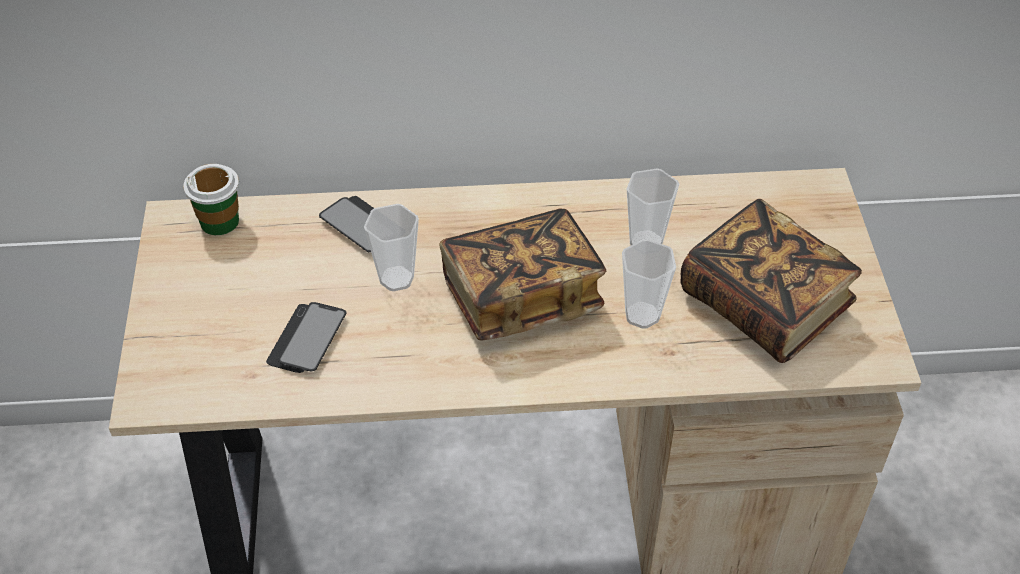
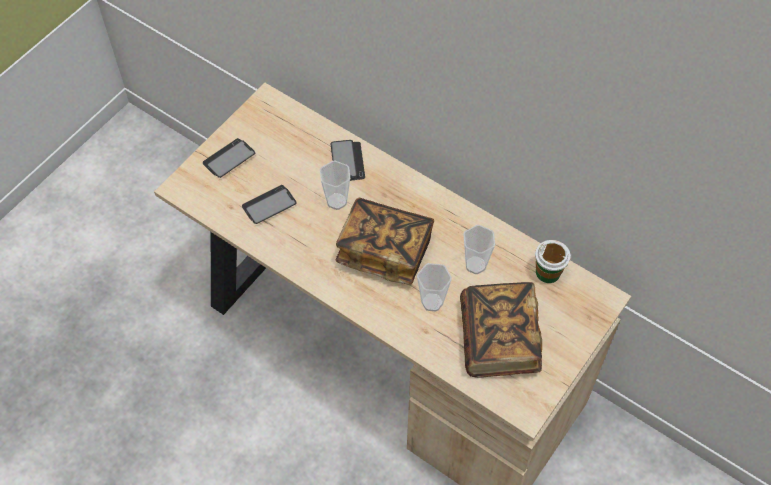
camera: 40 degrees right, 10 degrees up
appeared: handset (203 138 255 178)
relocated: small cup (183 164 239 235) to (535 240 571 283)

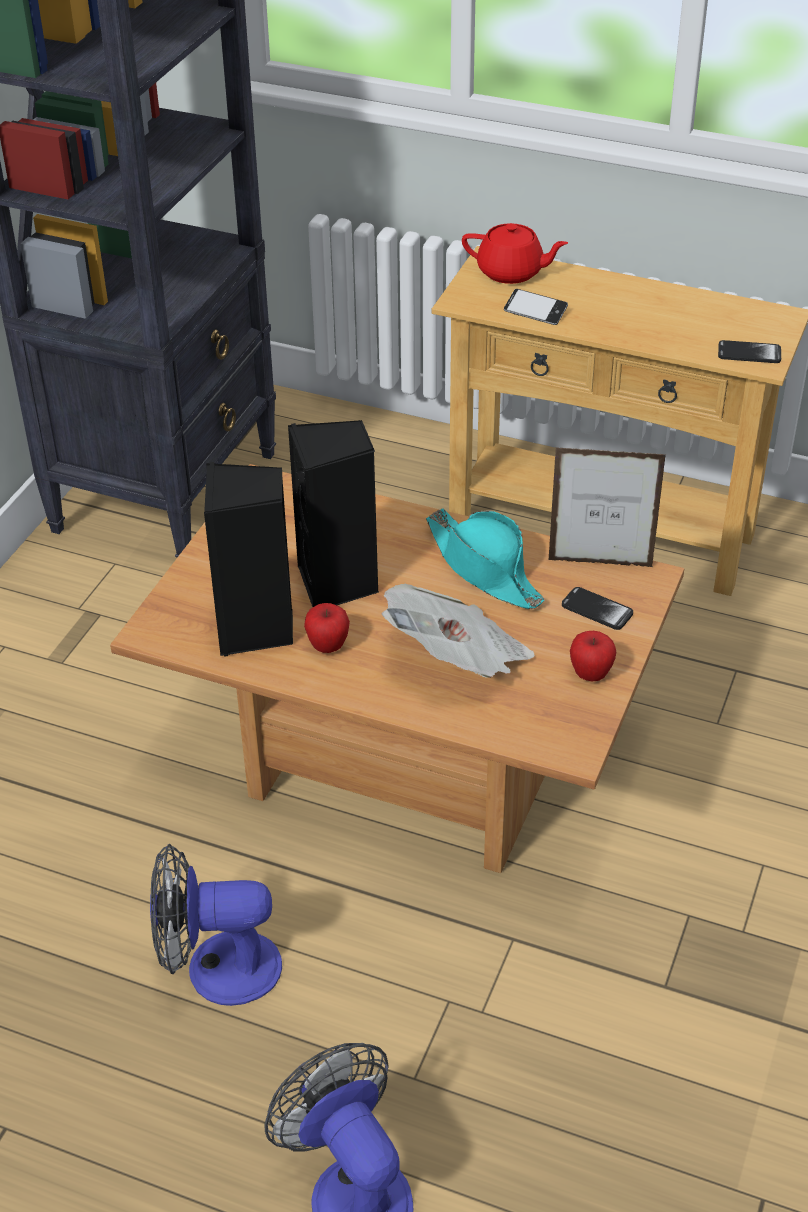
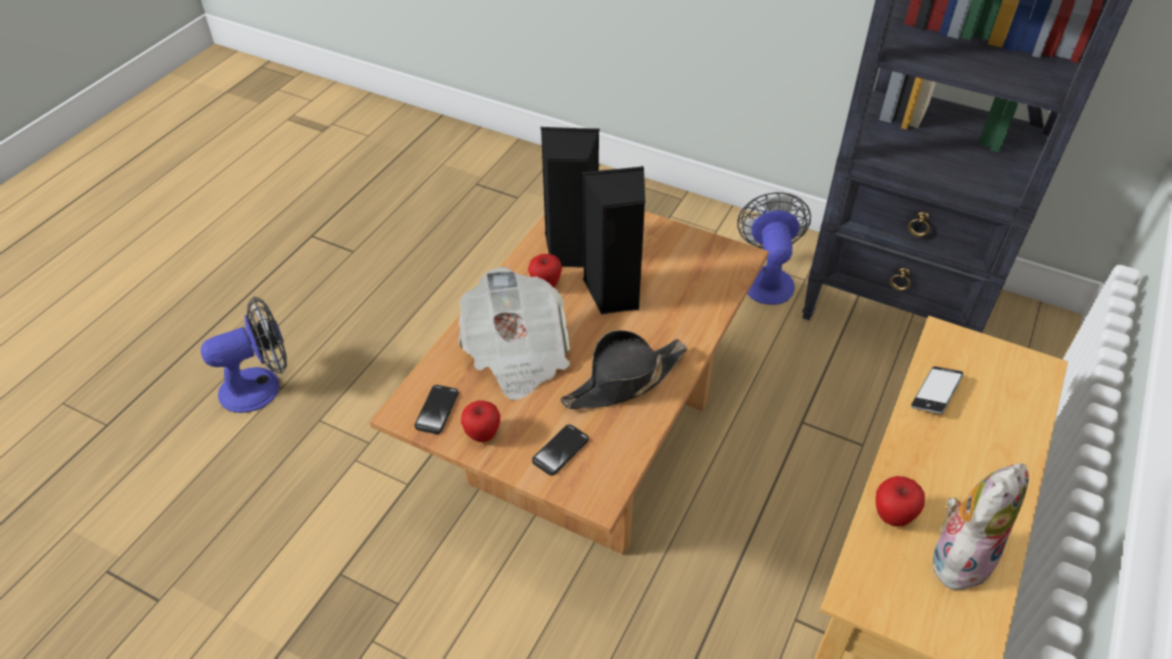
camera: 95 degrees right, 5 degrees up
missing: pot for tea in reddish (462 223 568 284); picture frame (549 447 666 567)
appeared: plush toy (931 463 1029 591); whole apple (876 476 925 527)
relocated: handset (718 340 781 363) to (415 385 459 434); electric fan (150 844 282 1006) to (737 192 811 305)
colour: clothing hat in turquoise (426 508 545 609) to clothing hat in blackish (561 330 687 409)

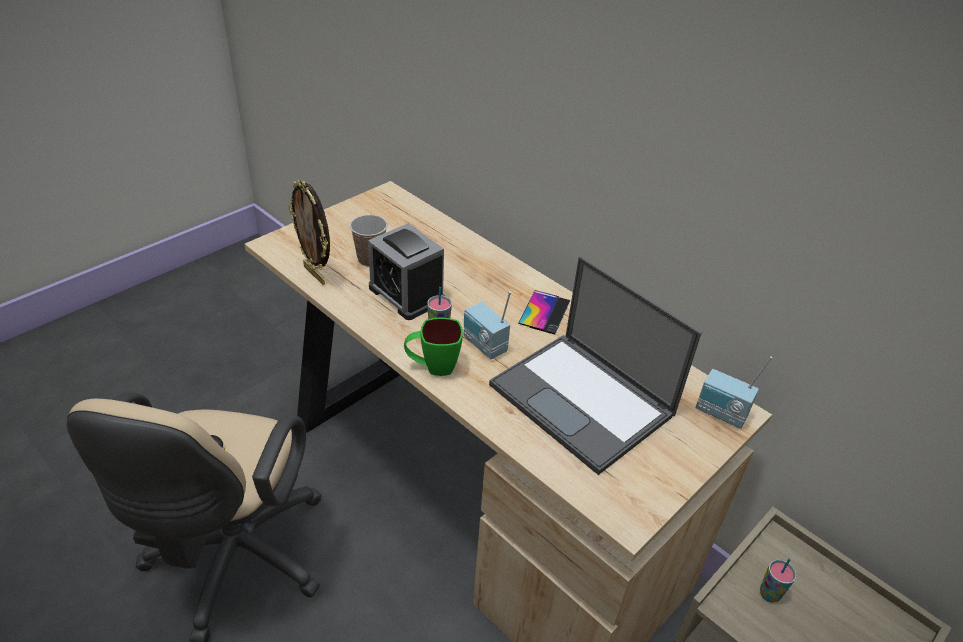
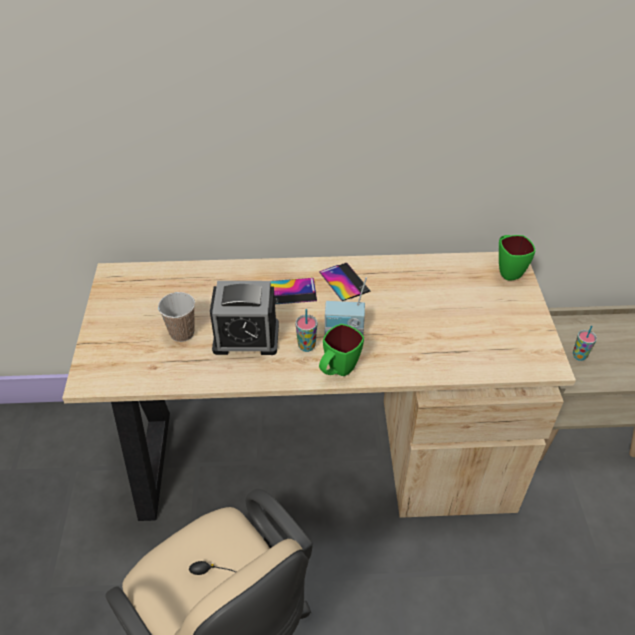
camera: 45 degrees left, 5 degrees up
missing: picture frame (289 179 330 285); notebook computer (489 256 701 475)
appeared: handset (271 278 317 304)
exchanged: radio (696 356 772 429) to tea mug in green-coloured (499 235 535 280)

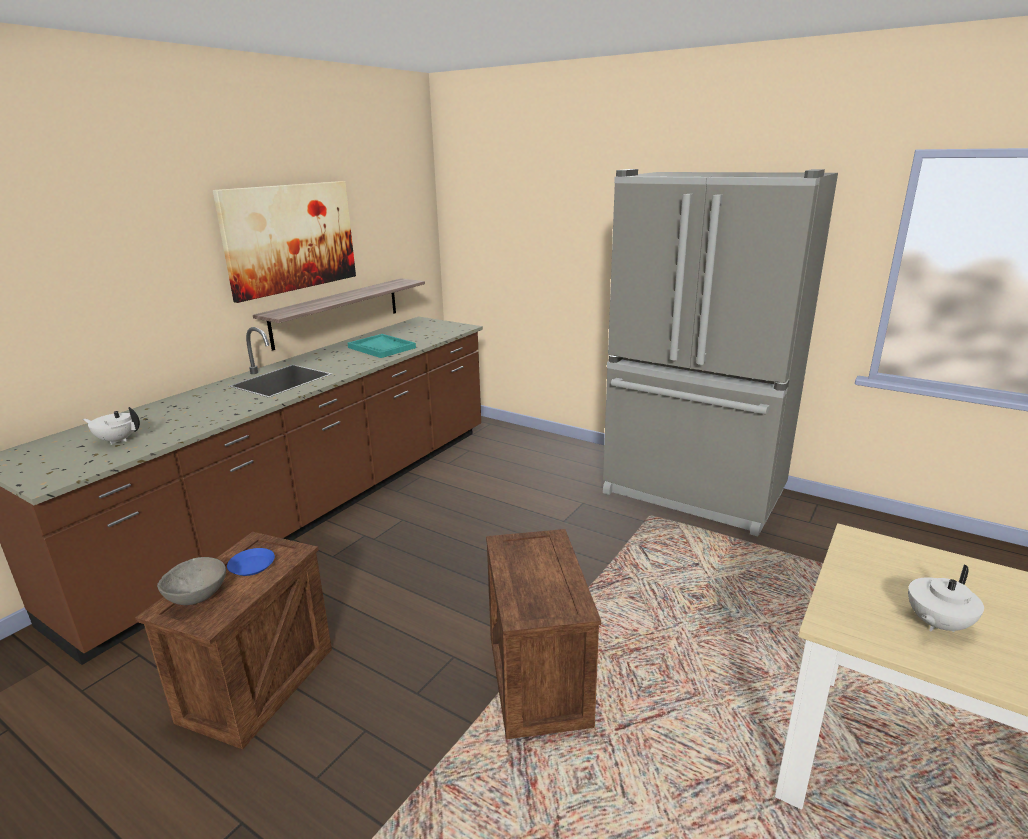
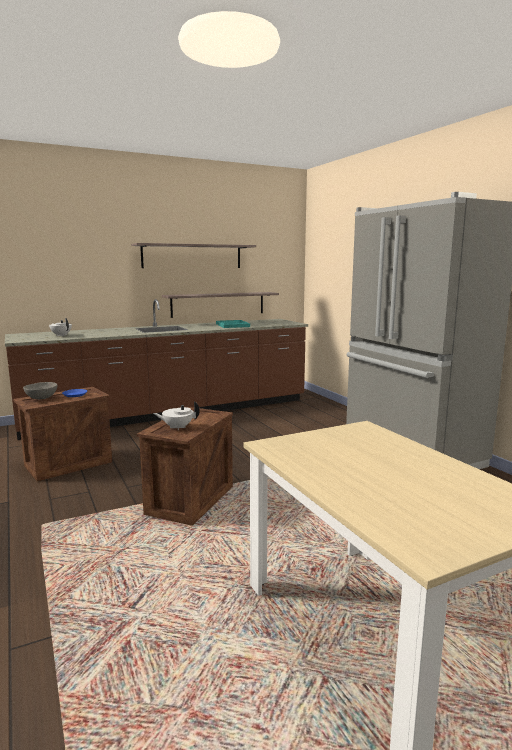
camera: 30 degrees right, 10 degrees down
relocated: pot for tea in white-coloured (908 565 984 632) to (153 401 200 430)
exchanged: picture (213 181 356 303) to shelf (131 243 256 268)

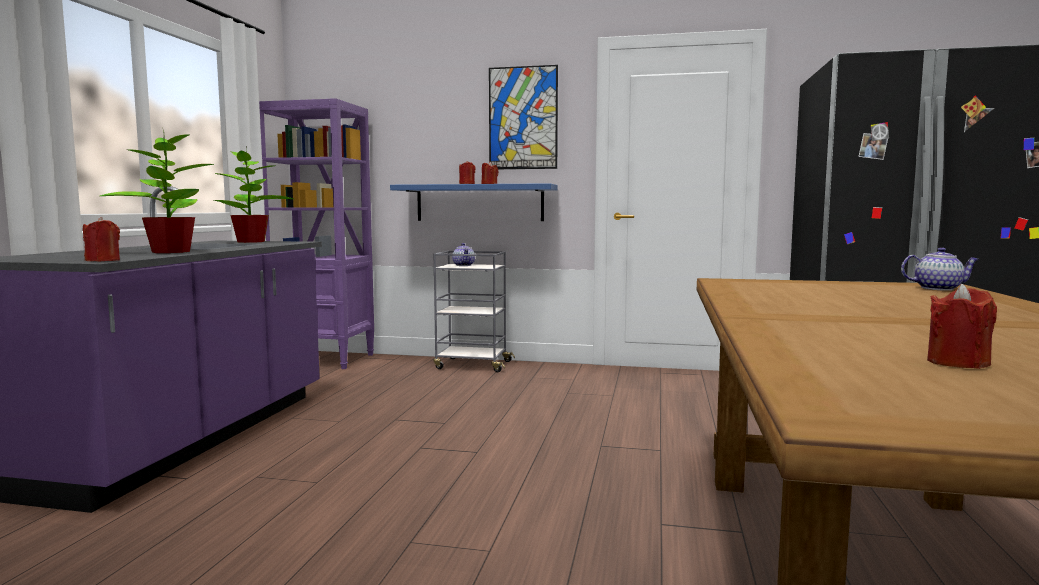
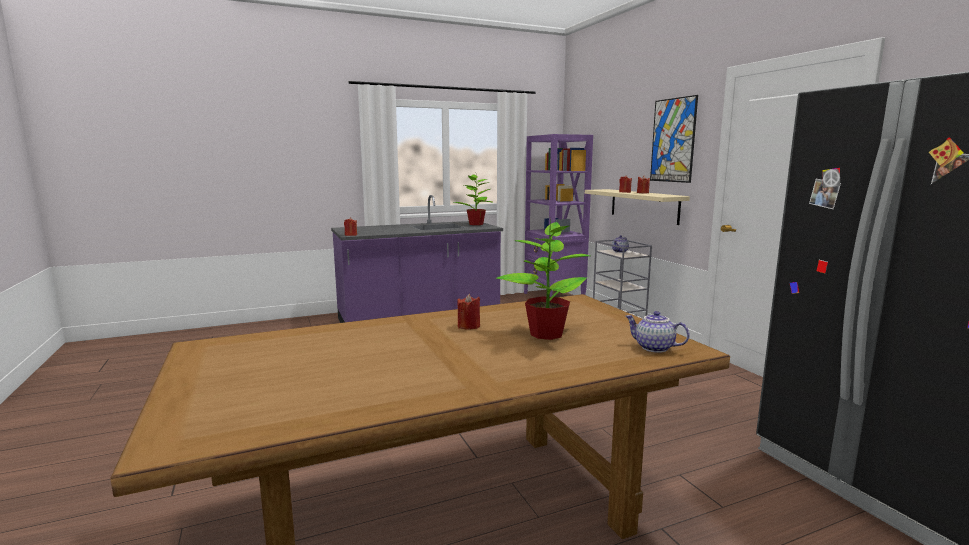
camera: 55 degrees right, 5 degrees up
relocated: potted plant (100 130 214 253) to (496 220 590 340); wax candle in reddish (927 284 997 369) to (457 294 480 330)
colour: shelf in blue-coloured (390 183 558 221) to shelf in beige (585 189 690 225)
spun: pot for tea (901 247 979 291) = (626 311 690 352) 150 degrees clockwise

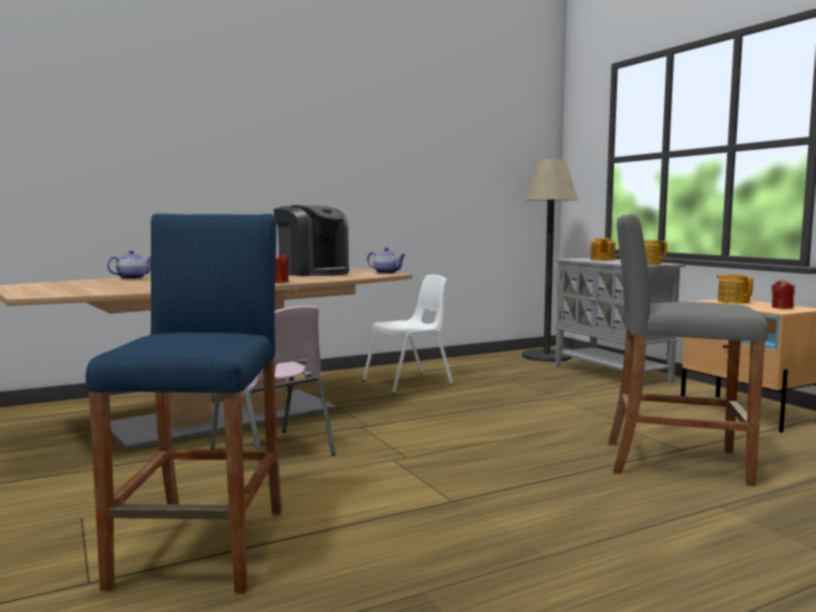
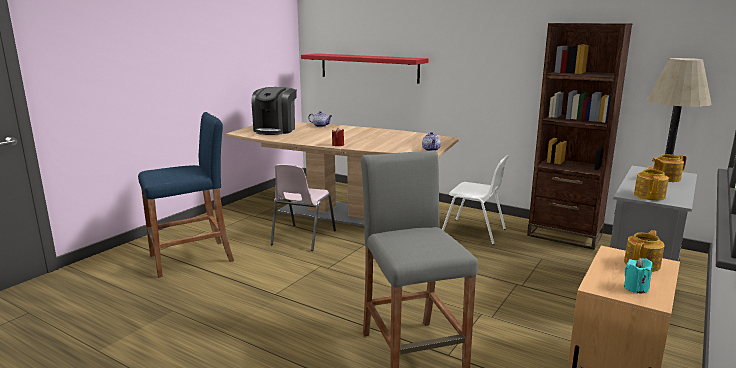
camera: 60 degrees right, 10 degrees up
appeared: bookcase in brown (527 23 633 250); shelf in reddish (301 53 429 83)
relocated: coffee maker (274 205 349 276) to (252 87 297 135)
colour: wax candle in reddish (772 280 795 309) to wax candle in turquoise (624 258 653 294)

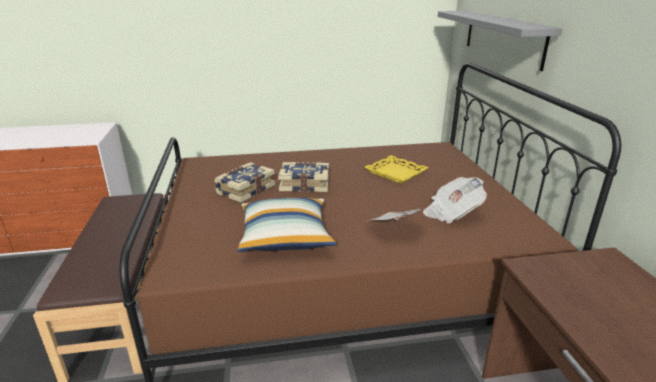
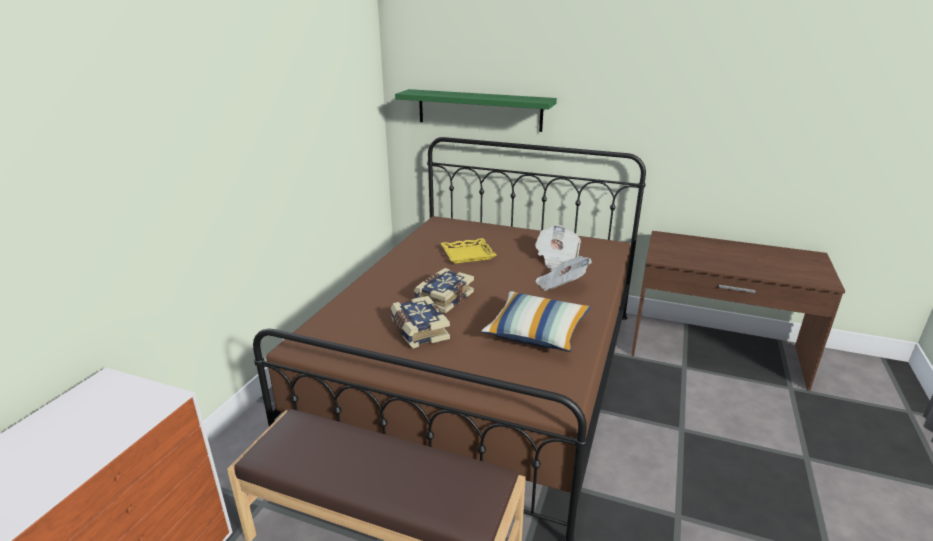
camera: 60 degrees left, 0 degrees up
colour: shelf in grey (438 11 562 71) to shelf in green-coloured (395 89 557 132)

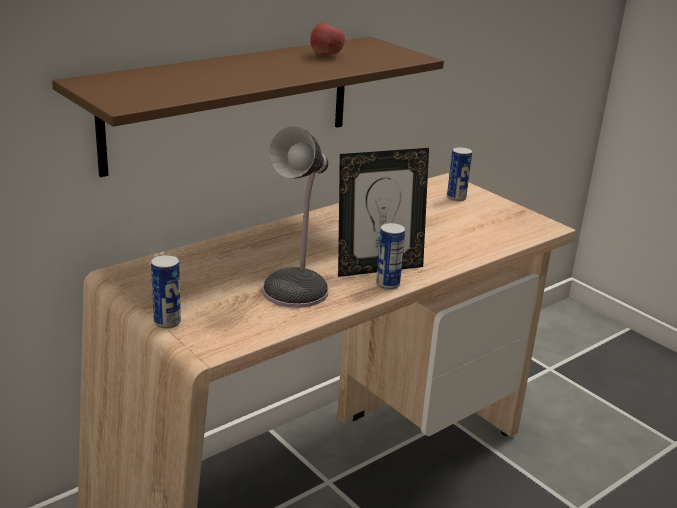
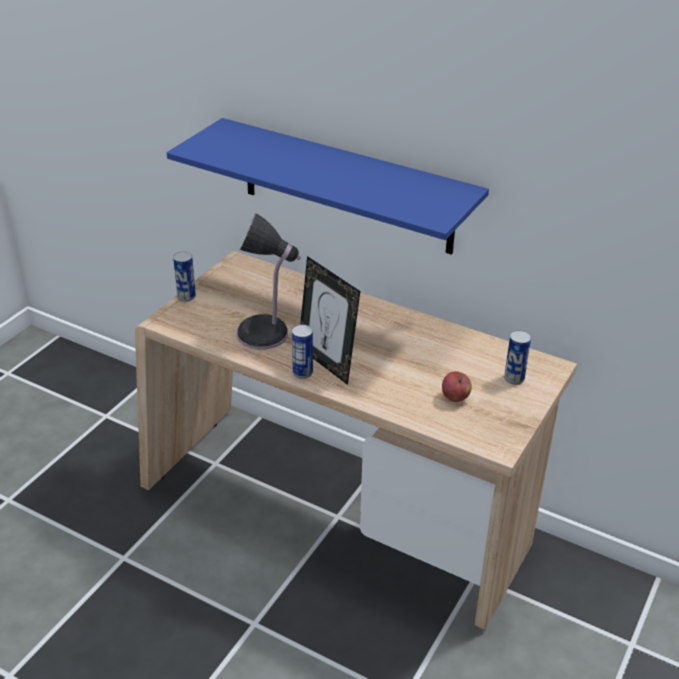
camera: 70 degrees right, 10 degrees up
relocated: whole apple (310 23 345 55) to (442 371 472 402)
colour: shelf in brown (52 37 444 177) to shelf in blue-coloured (167 118 489 255)

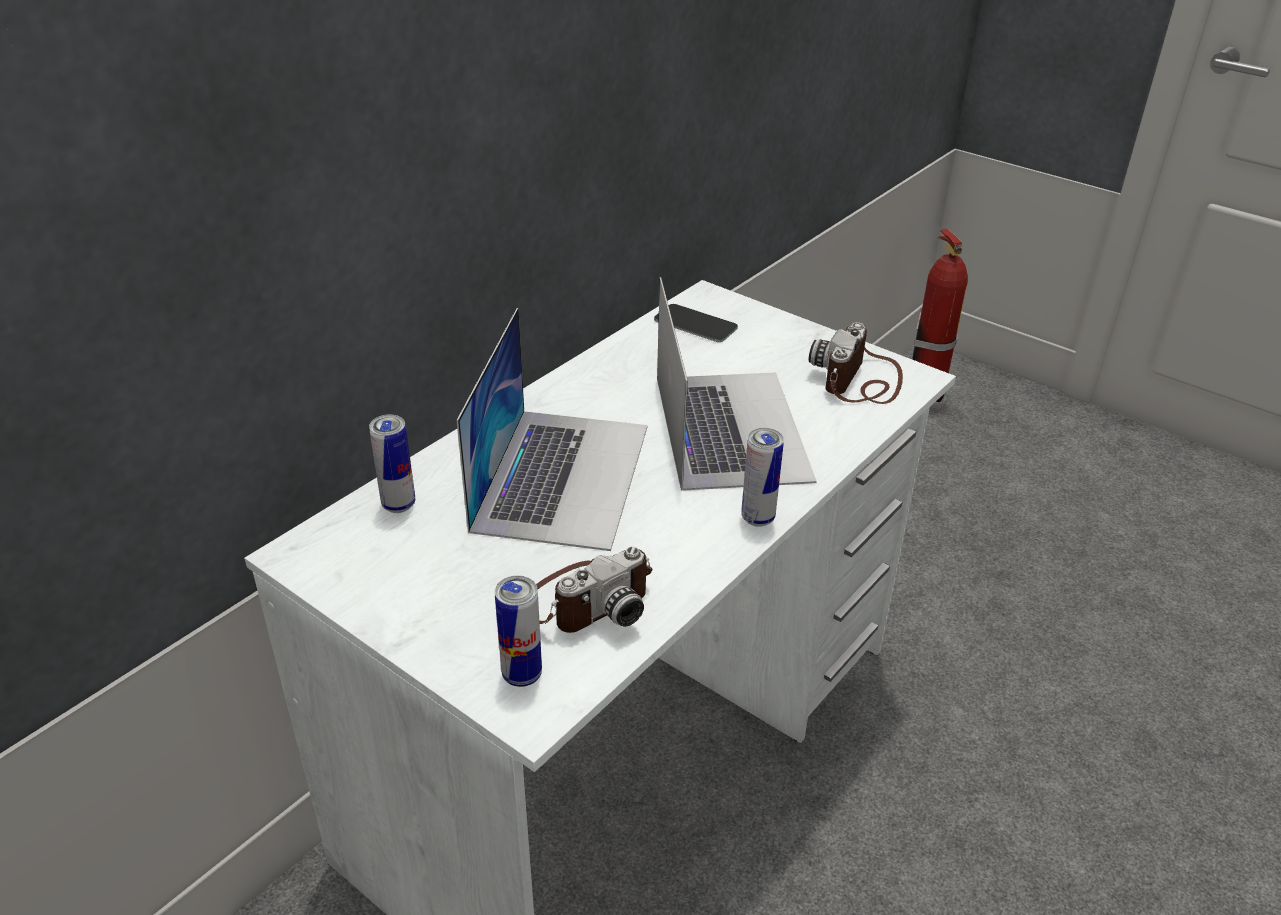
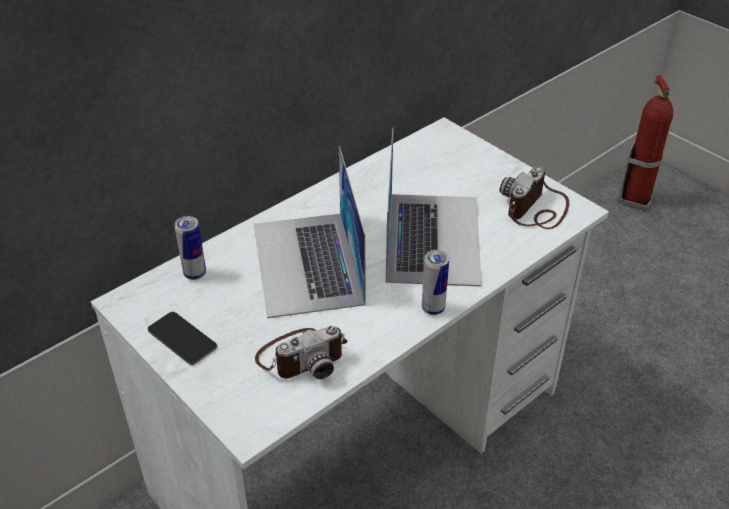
camera: 10 degrees right, 5 degrees up
missing: metal can (495 575 542 687)
relocated: handset (654 304 738 342) to (148 312 217 365)
spun: notebook computer (457 308 648 551) = (254 146 366 318) 150 degrees clockwise

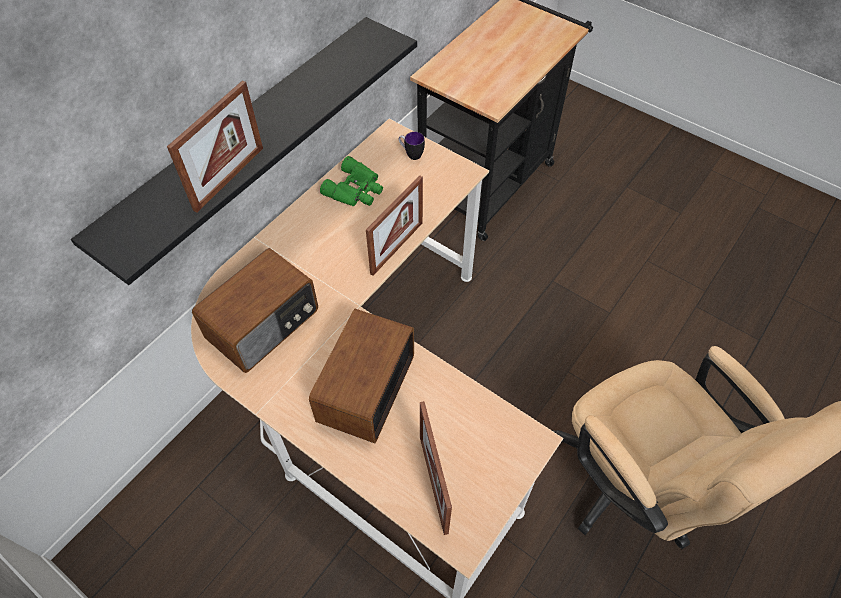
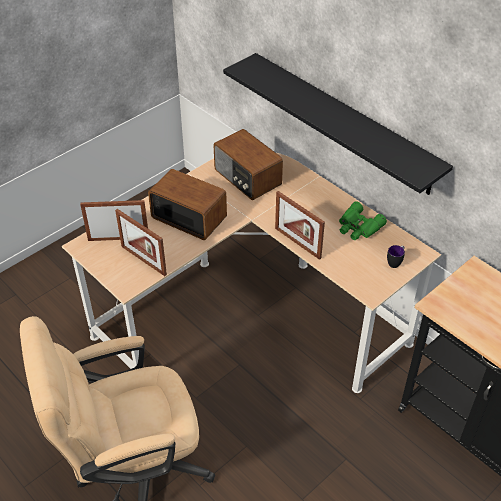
camera: 100 degrees right, 10 degrees down
relocated: picture frame (167 80 263 213) to (115 209 167 276)

